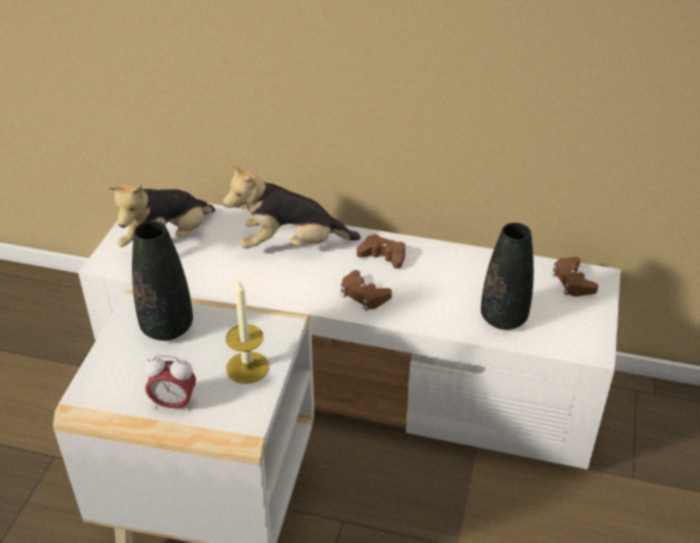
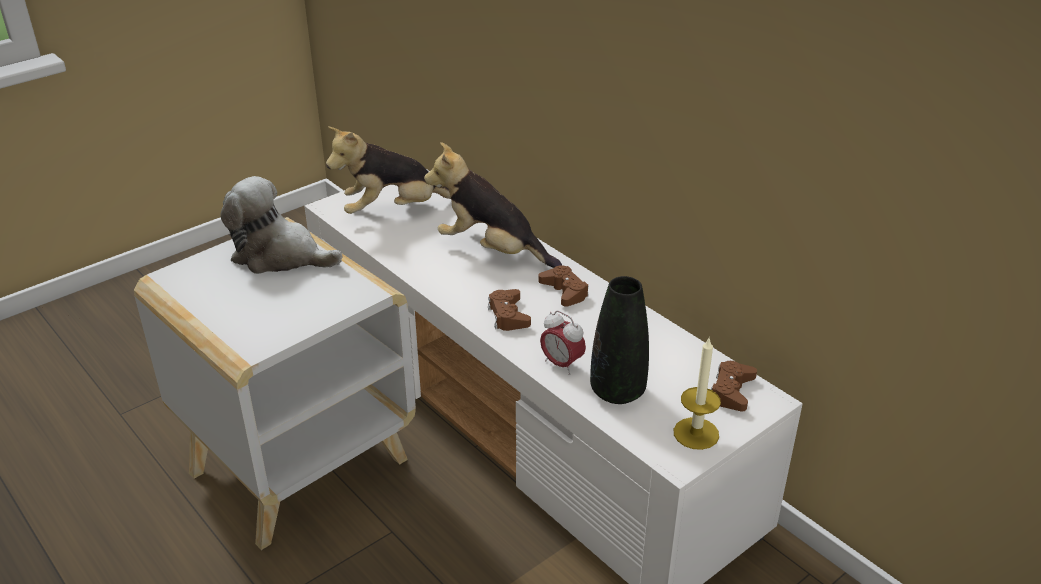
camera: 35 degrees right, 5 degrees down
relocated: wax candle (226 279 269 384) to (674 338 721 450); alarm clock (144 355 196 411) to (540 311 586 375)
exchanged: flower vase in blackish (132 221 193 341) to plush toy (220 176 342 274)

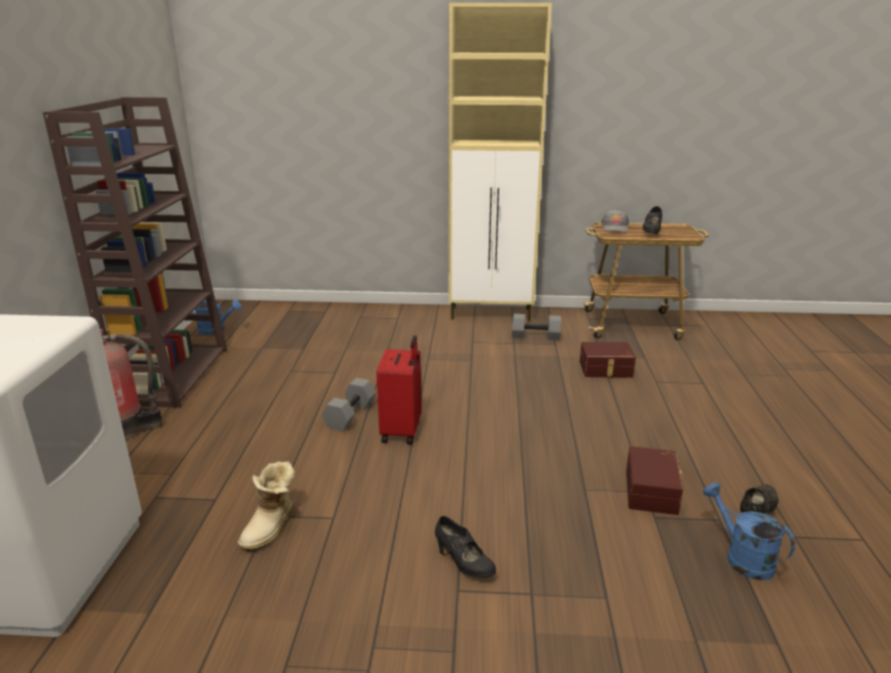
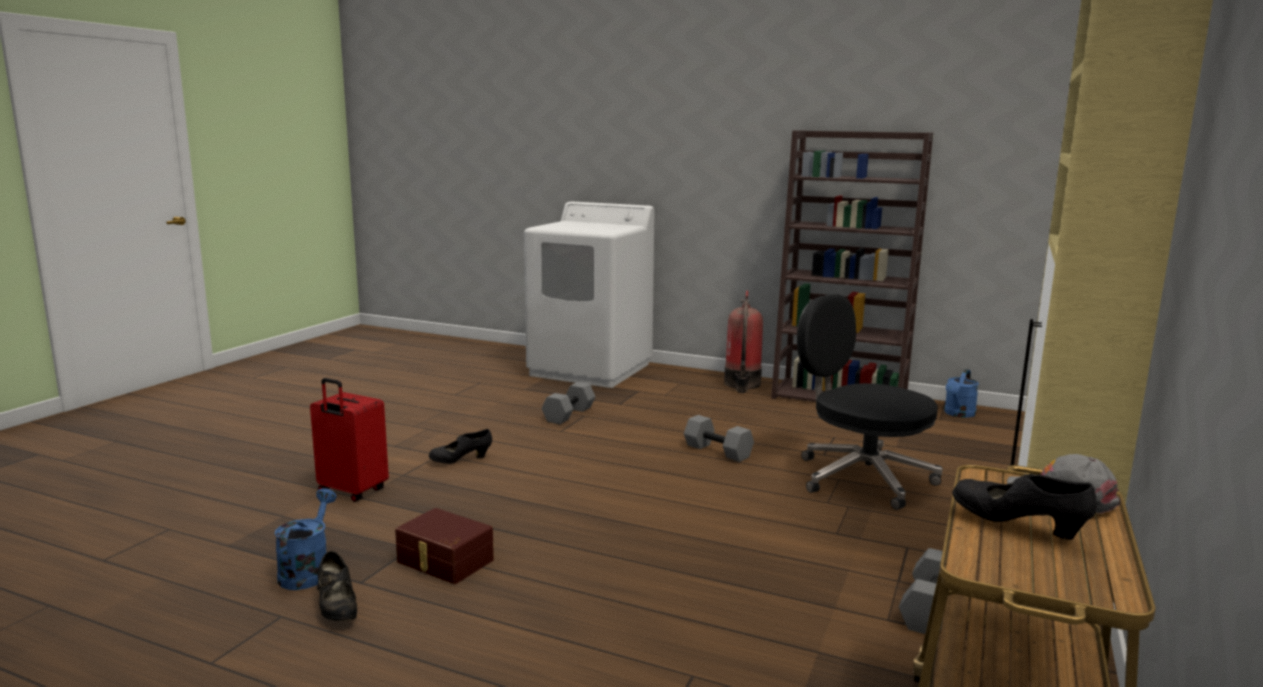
camera: 110 degrees right, 10 degrees down
missing: storage container in brown (580 342 636 378)
appeared: computer chair in blackish (797 294 943 510)
relocated: suitcase in reddish (377 335 421 445) to (310 378 389 502)
exchanged: high-top boot (238 462 295 551) to hand weight in grey (542 382 595 424)
spun: sprinkling can in blue-coloured (703 482 795 580) = (274 488 337 590) 75 degrees counterclockwise

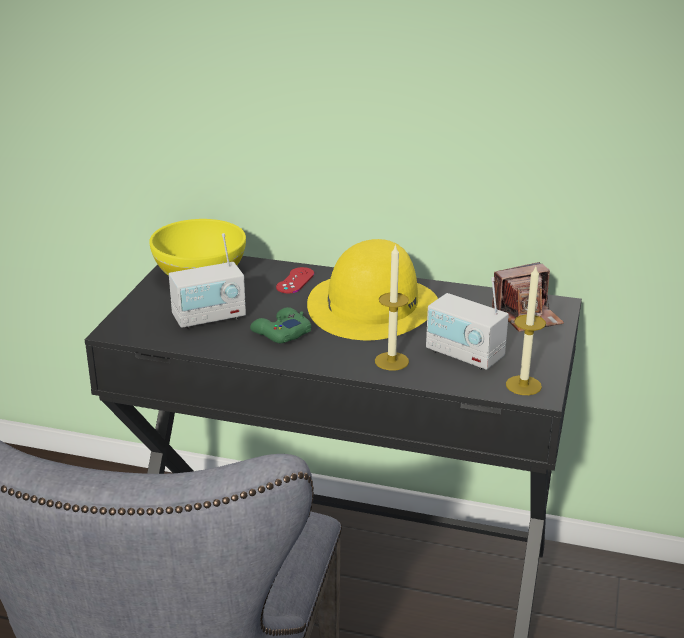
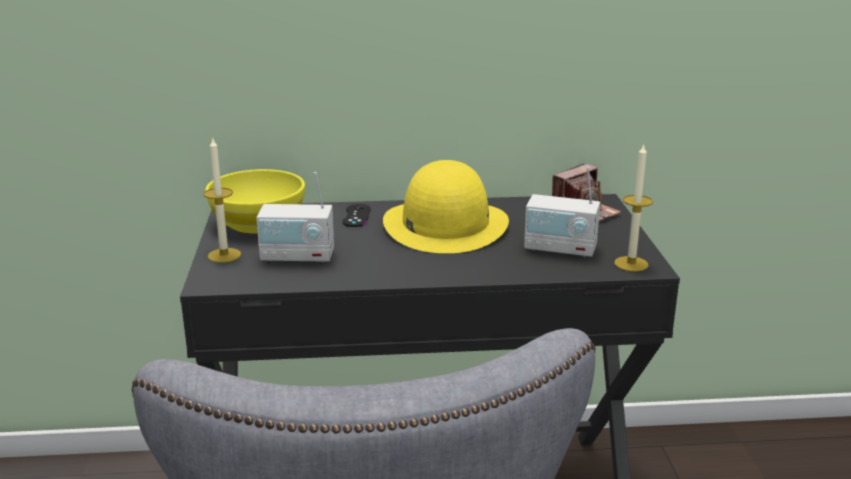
camera: 20 degrees left, 5 degrees down
missing: game controller in green-coloured (250 307 311 343)
relocated: wax candle (375 244 409 370) to (203 137 241 263)
colour: game controller in reddish (276 267 314 293) to game controller in blackish (342 204 370 227)
spun: radio (169 233 246 329) = (256 172 334 264) 45 degrees clockwise

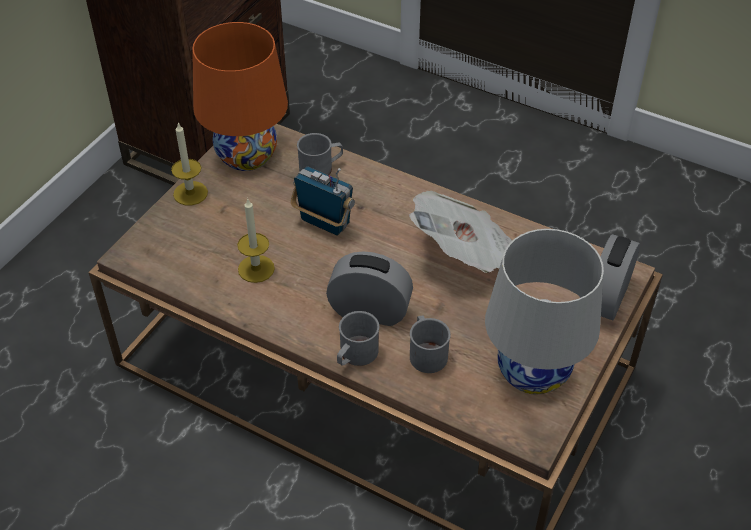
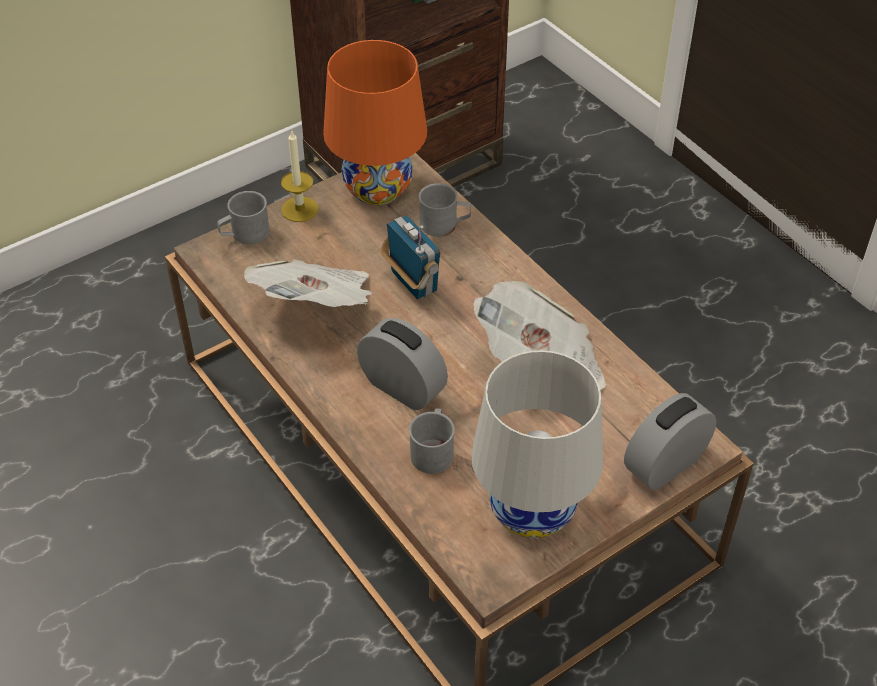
camera: 25 degrees right, 0 degrees up
relocated: tea mug in grey (337 311 379 366) to (217 191 270 244)
exchanged: wax candle (237 198 275 283) to newspaper (244 259 372 307)

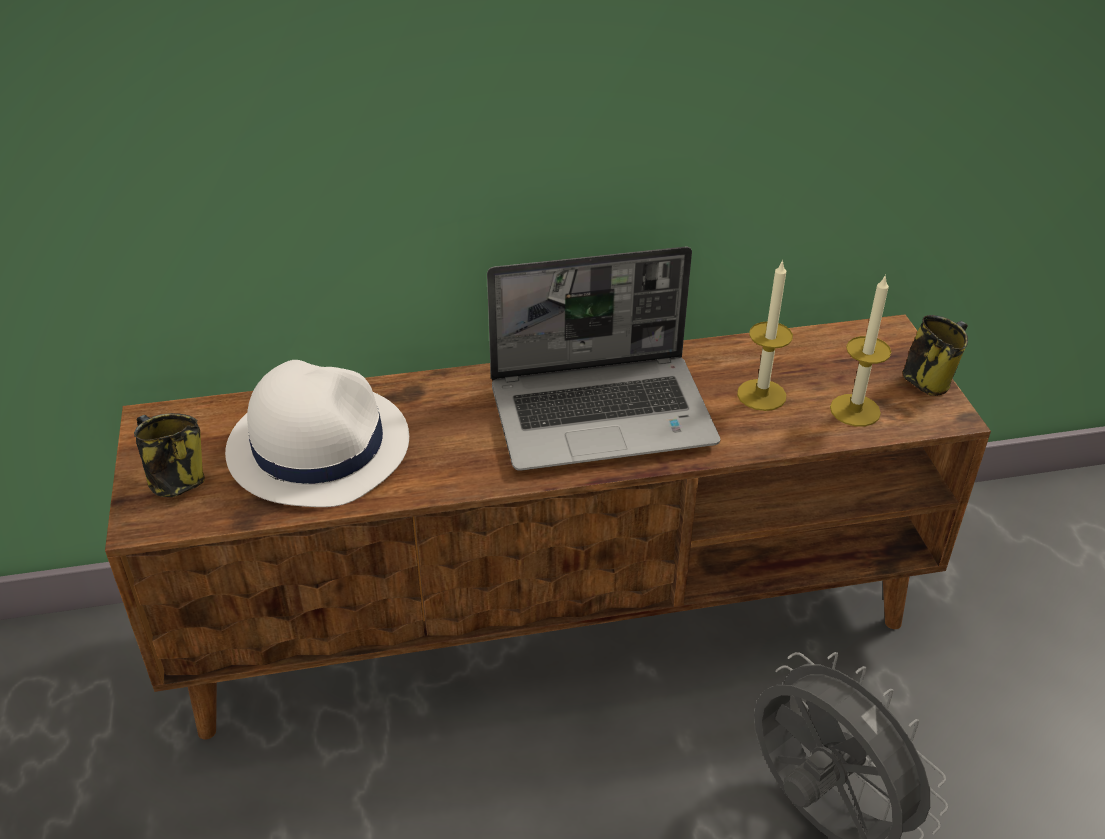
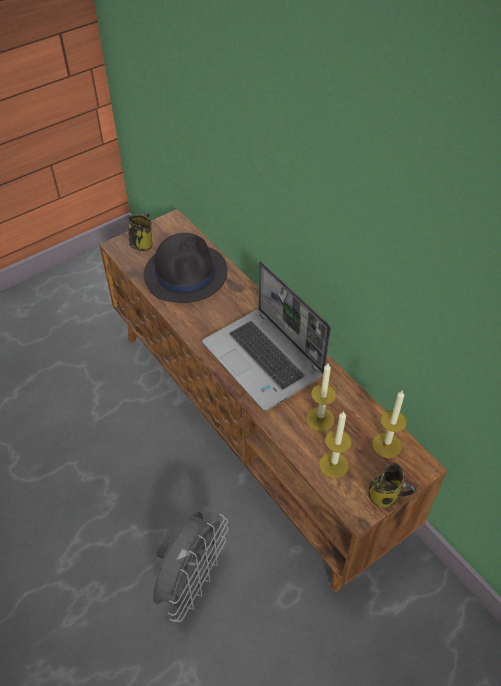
camera: 65 degrees right, 10 degrees up
appeared: wax candle (372 391 407 458)
colour: clothing hat in white-coloured (225 360 409 507) to clothing hat in blackish (144 233 227 303)

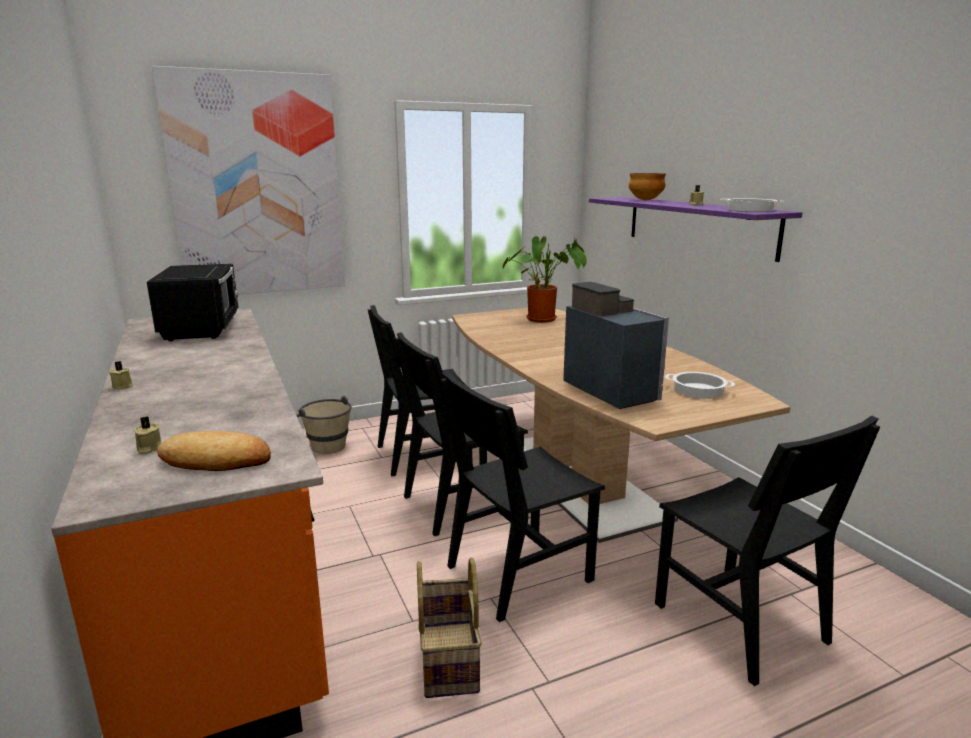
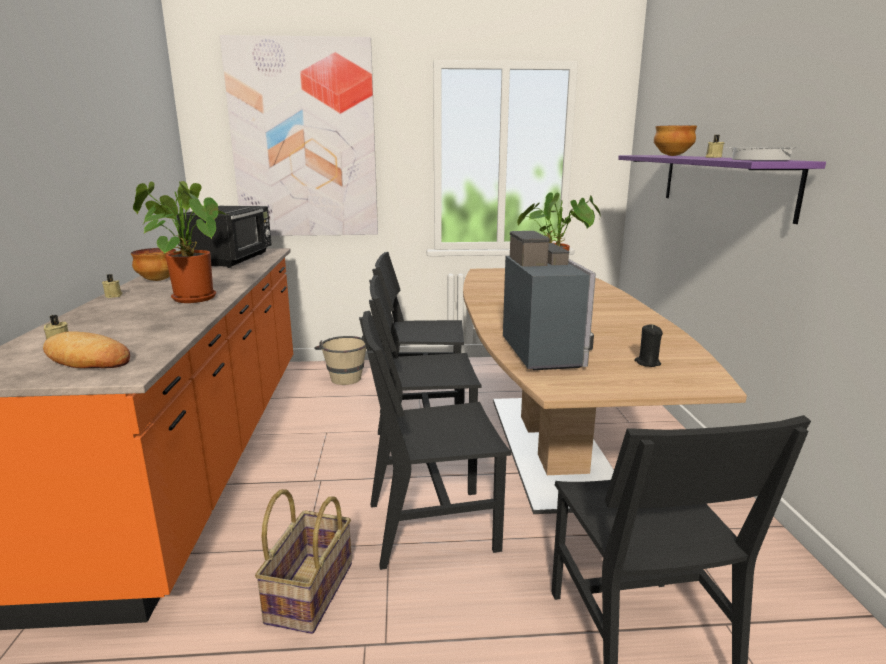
camera: 20 degrees right, 0 degrees up
appeared: potted plant (133 181 228 303); serving bowl (131 248 176 281)
exchanged: saucepot (665 372 735 399) to wax candle in blackish (634 324 663 367)

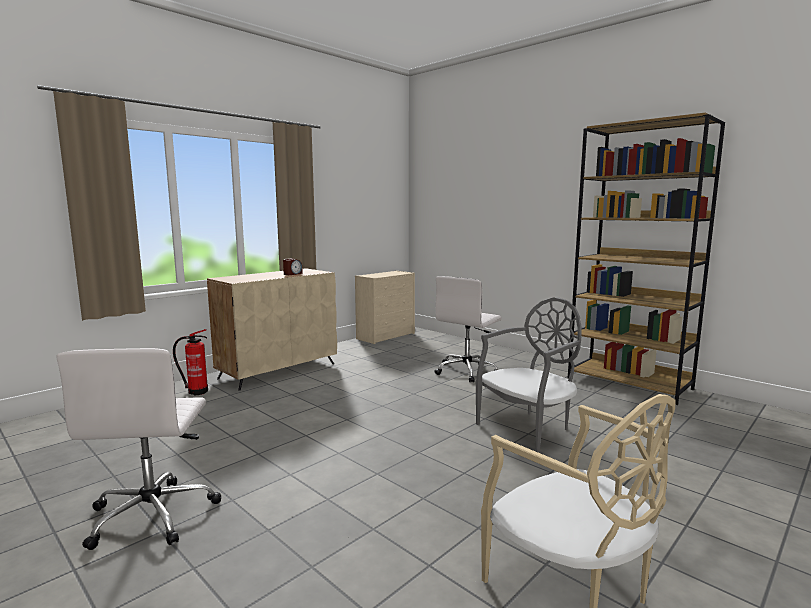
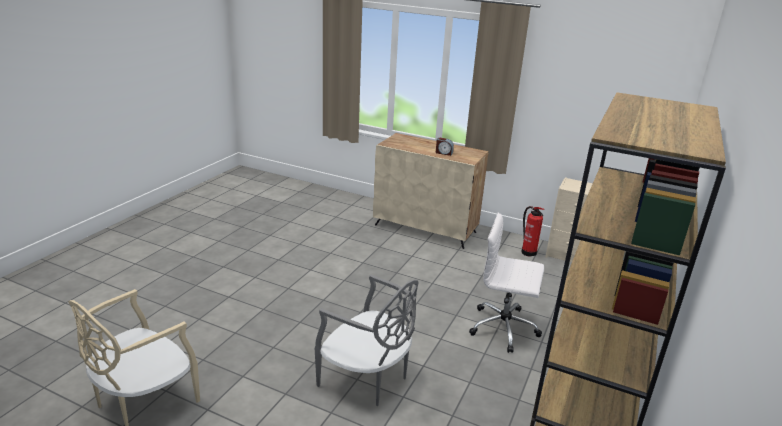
camera: 70 degrees right, 15 degrees up
missing: computer chair in white-coloured (57 348 222 550)
relocated: fire extinguisher (173 329 208 395) to (522 206 544 257)

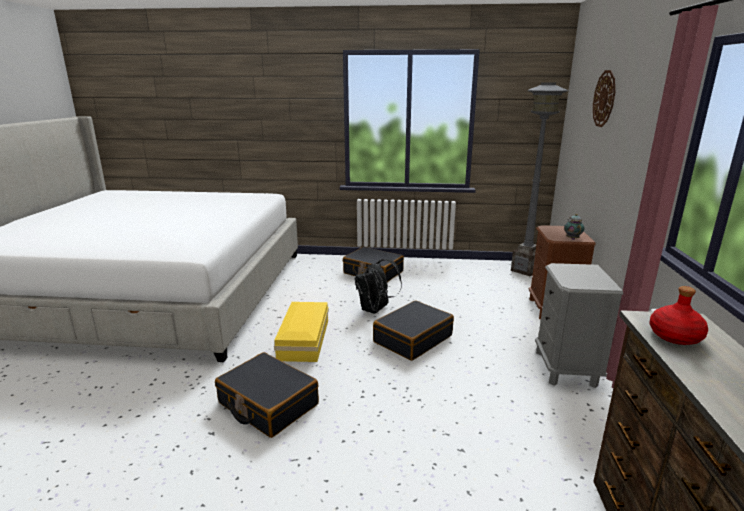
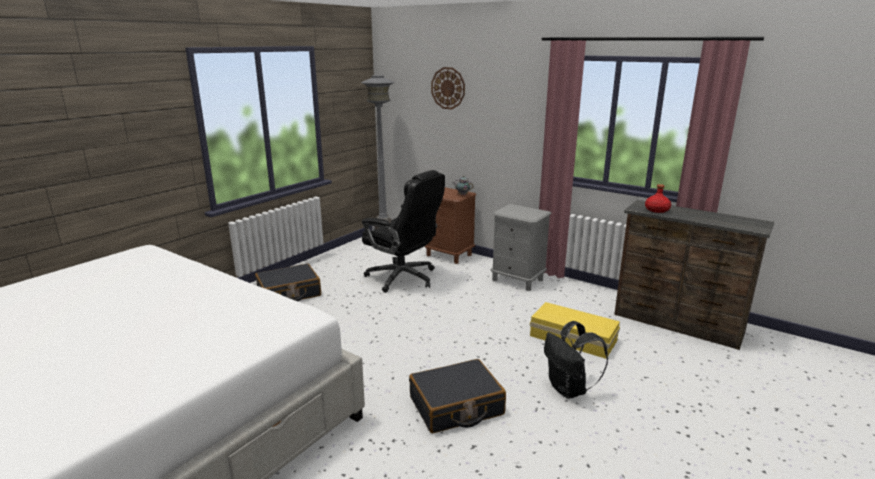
camera: 60 degrees left, 0 degrees up
missing: suitcase in blackish (373 300 454 361)
appeared: computer chair in blackish (362 170 445 293)
relocated: backpack in blackish (354 259 402 314) to (544 321 608 399); storage container in yellow-coloured (274 302 329 362) to (530 302 620 359)

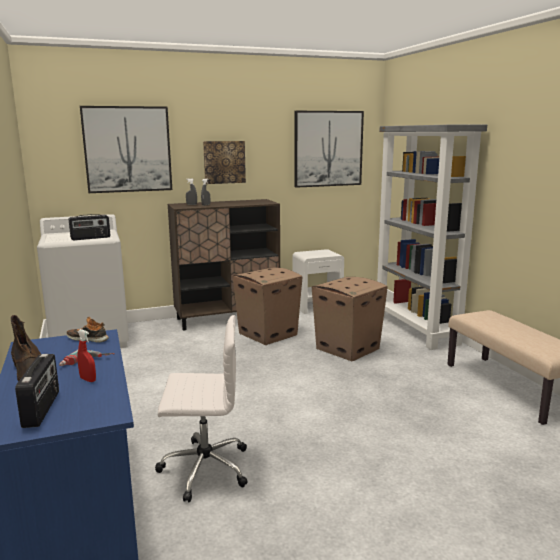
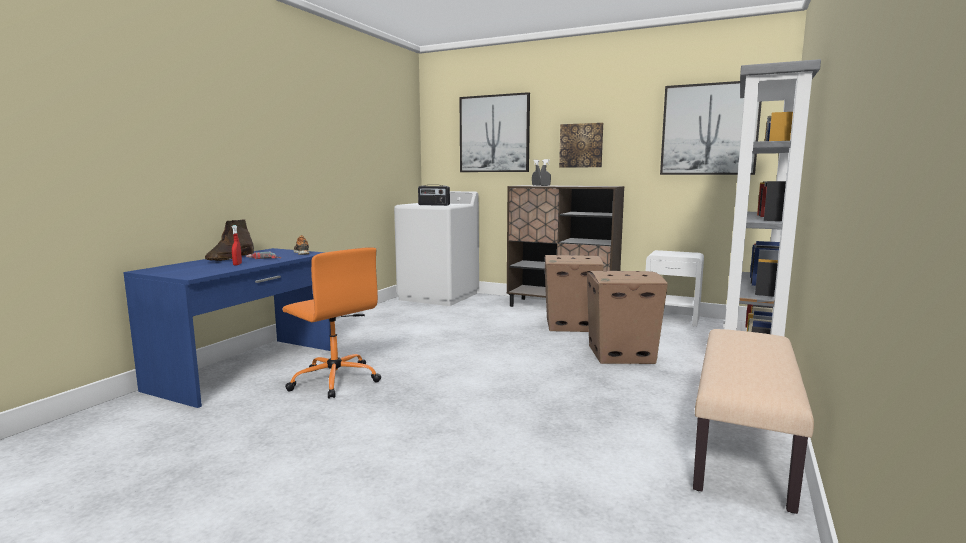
camera: 45 degrees right, 5 degrees down
missing: radio (15 354 59 428)
colour: computer chair in white-coloured (155 315 248 502) to computer chair in orangey (283 247 381 399)

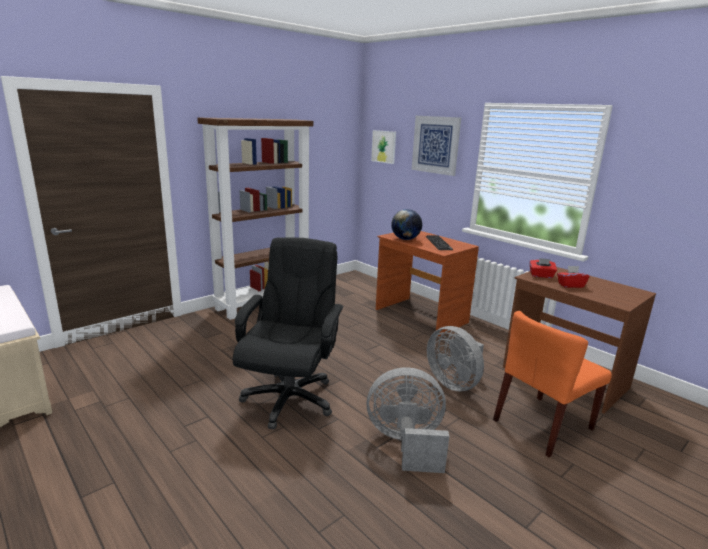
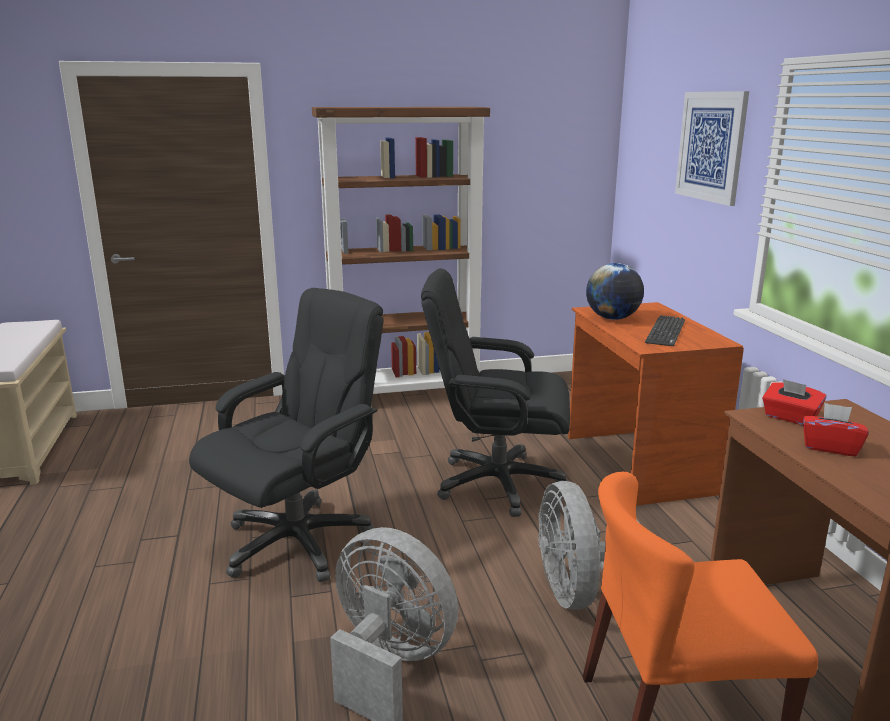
camera: 30 degrees right, 0 degrees up
missing: picture (371 130 396 164)
appeared: computer chair in blackish (421 268 570 517)

